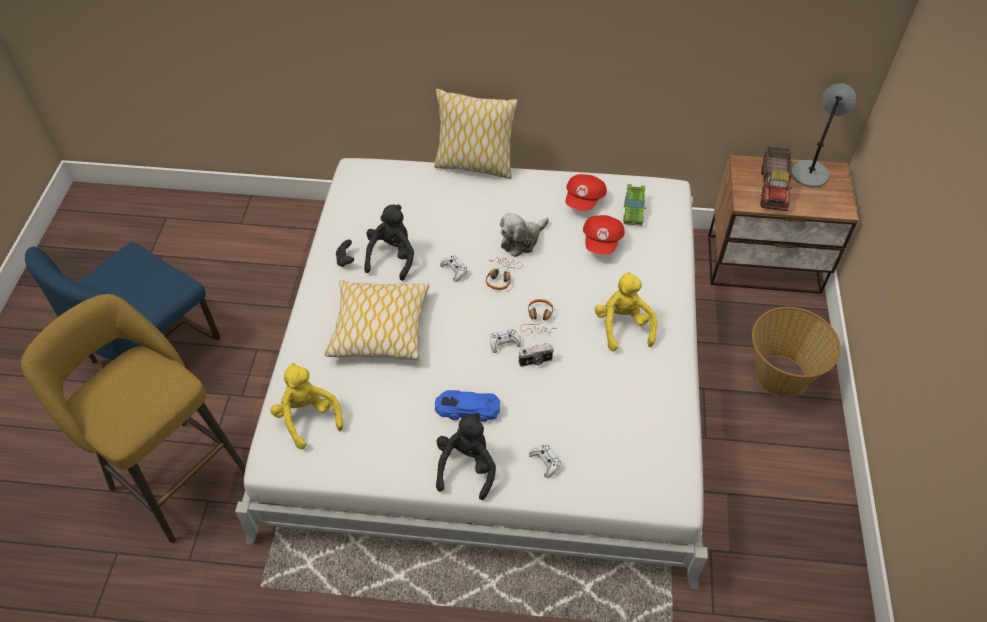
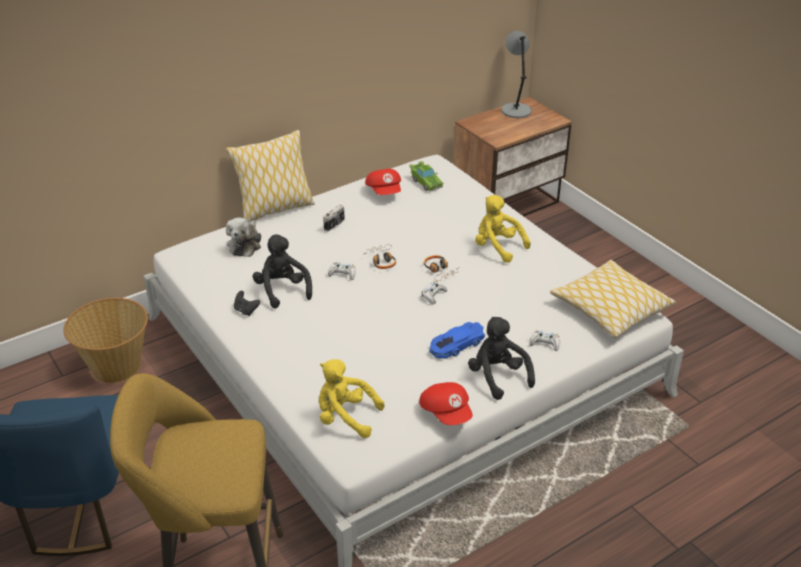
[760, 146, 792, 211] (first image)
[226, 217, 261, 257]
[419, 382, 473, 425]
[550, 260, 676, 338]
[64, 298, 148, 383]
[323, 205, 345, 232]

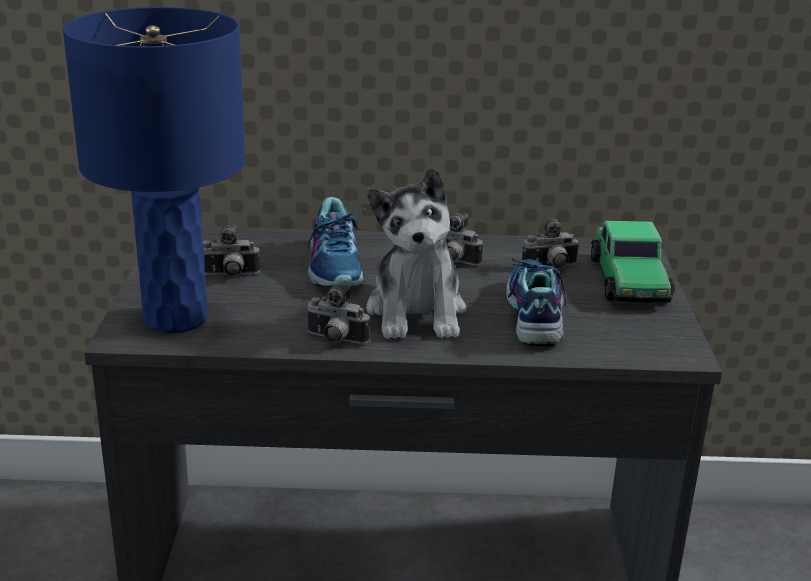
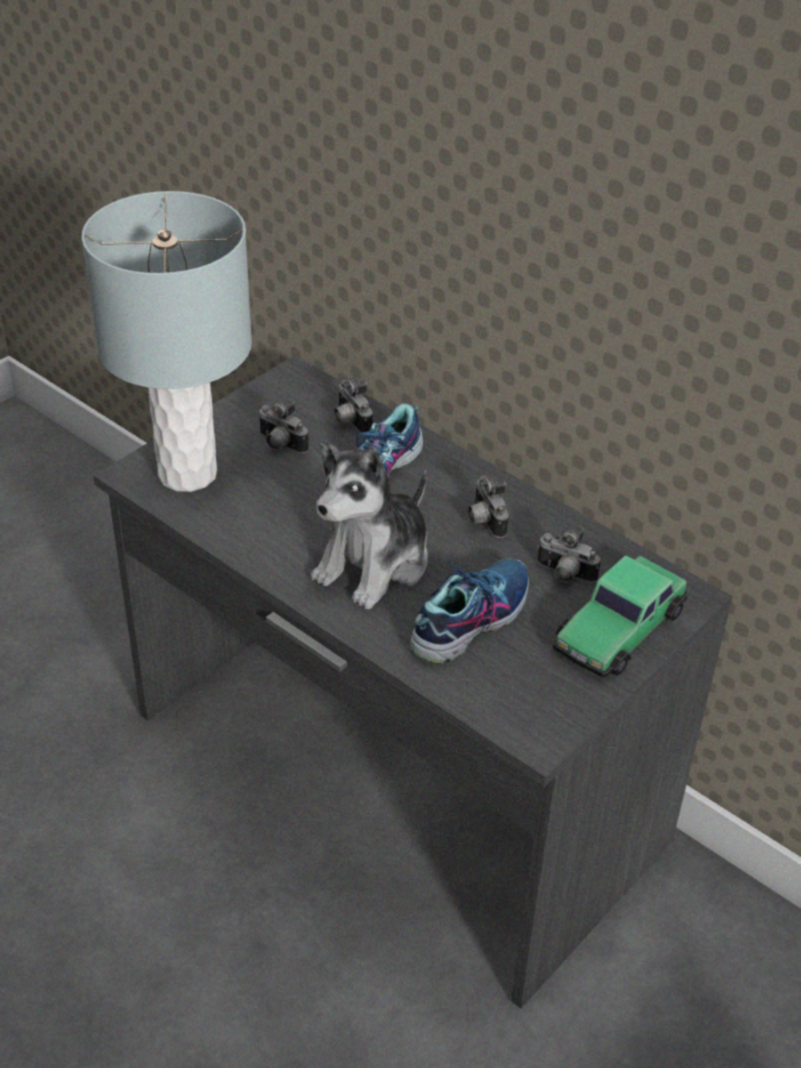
[82, 191, 252, 492]
[334, 377, 373, 433]

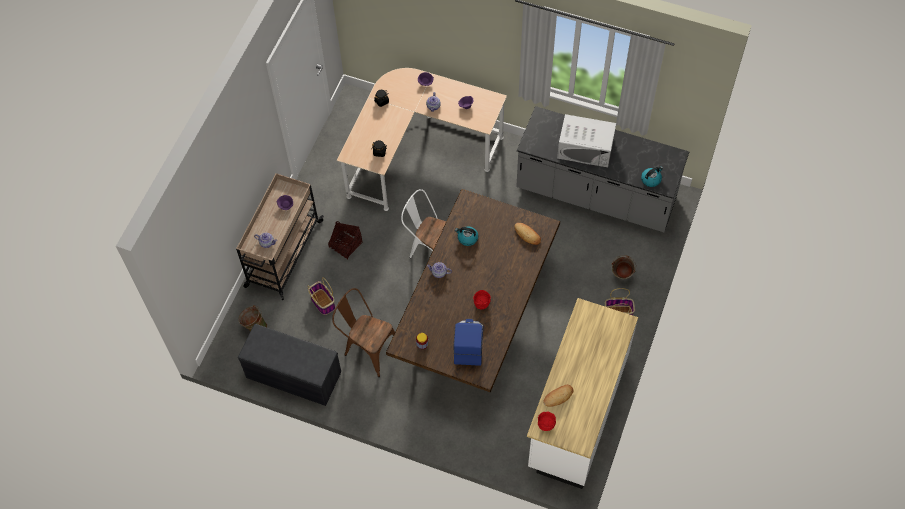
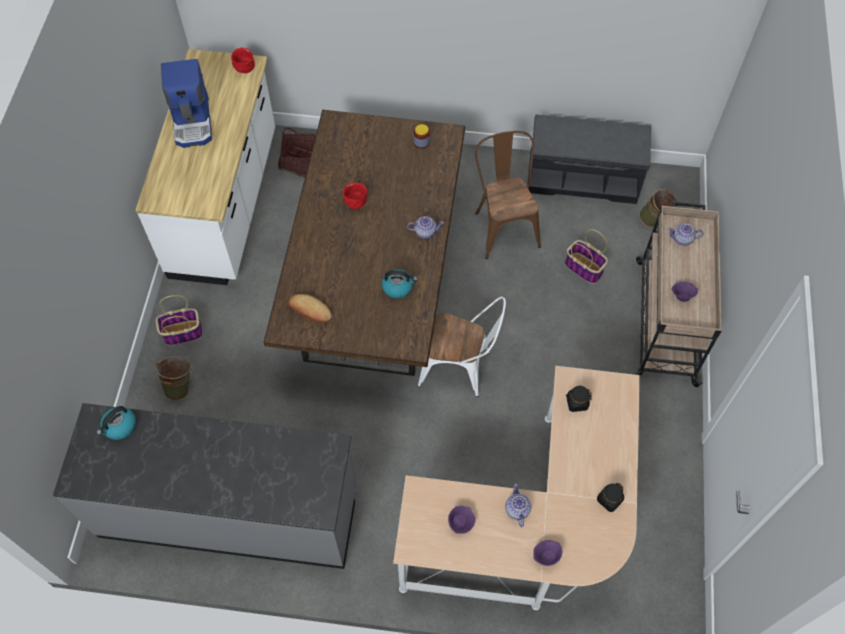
[557, 114, 616, 167] (first image)
[278, 128, 316, 178]
[475, 131, 541, 259]
[161, 59, 212, 148]
[543, 385, 574, 407] (first image)

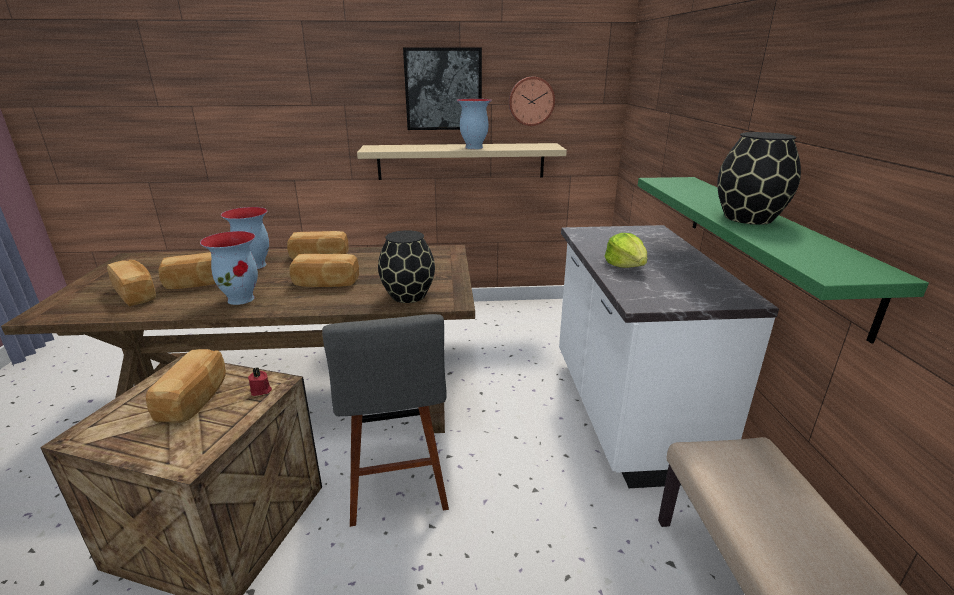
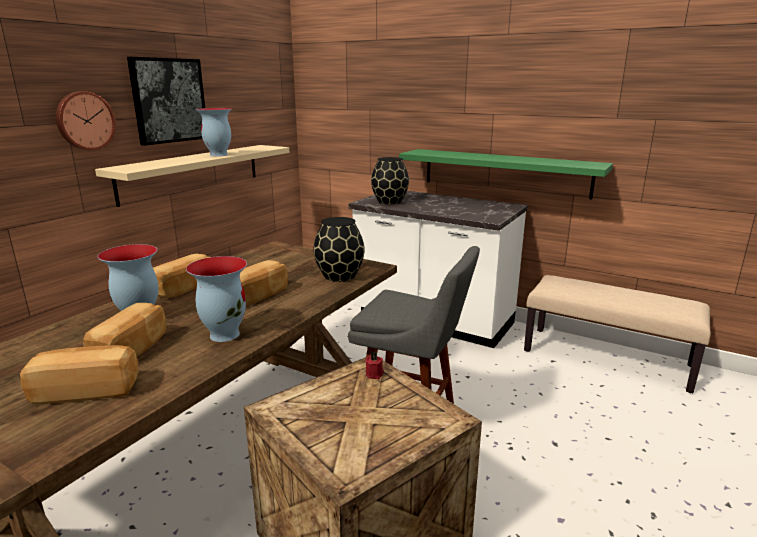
[56, 91, 116, 150]
[371, 157, 409, 204]
[605, 233, 647, 268] (first image)
[146, 349, 226, 423] (first image)

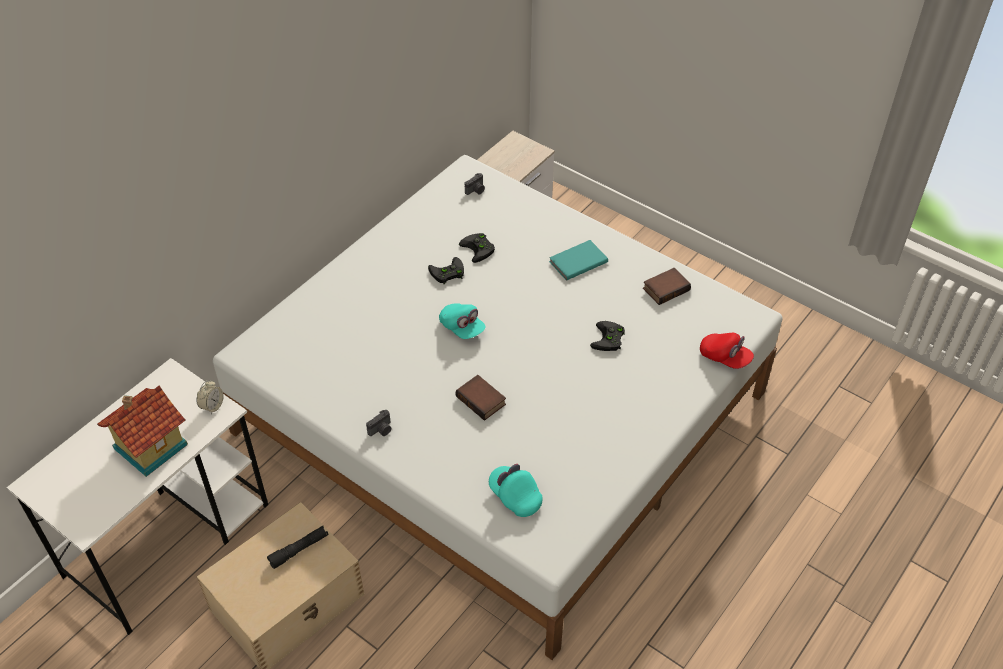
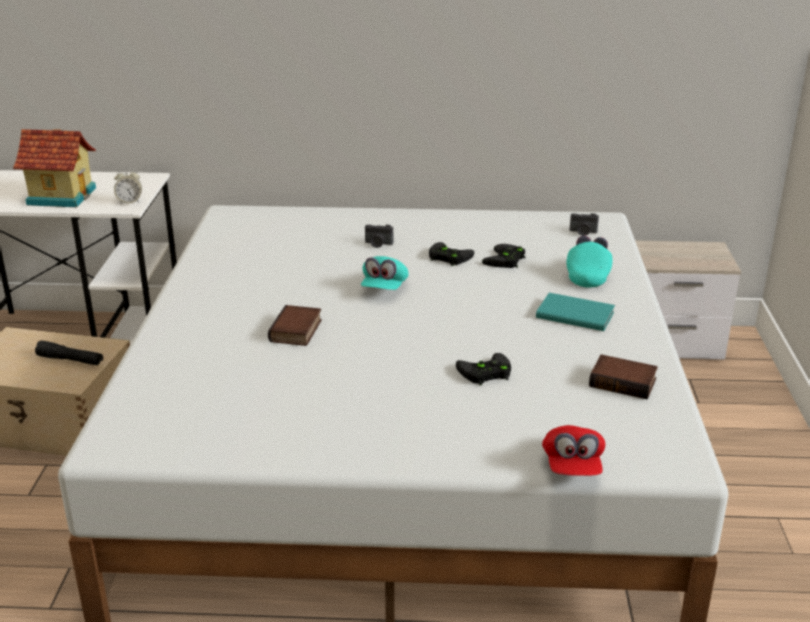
[365, 225, 393, 248]
[567, 236, 612, 288]

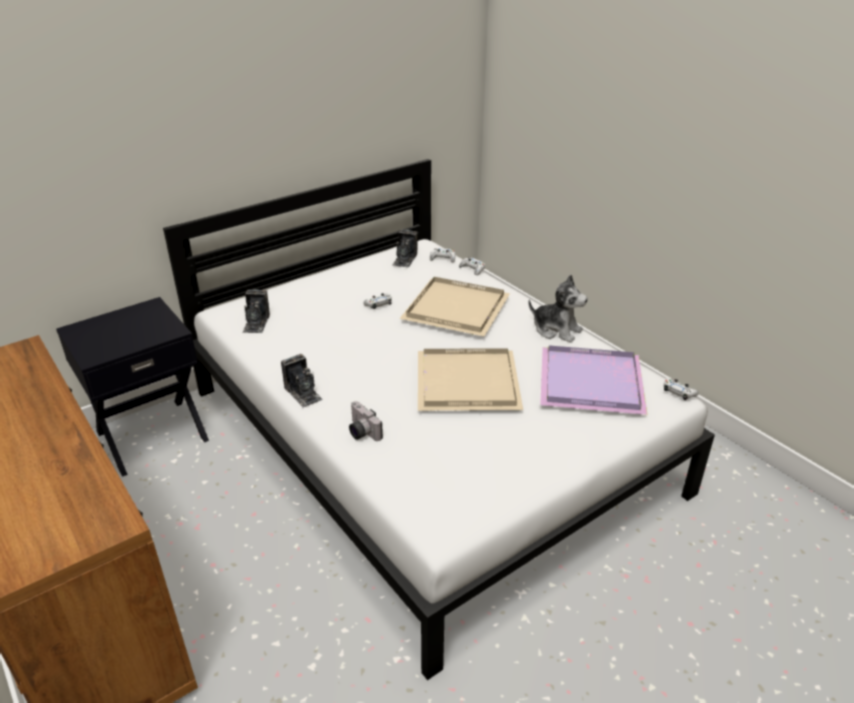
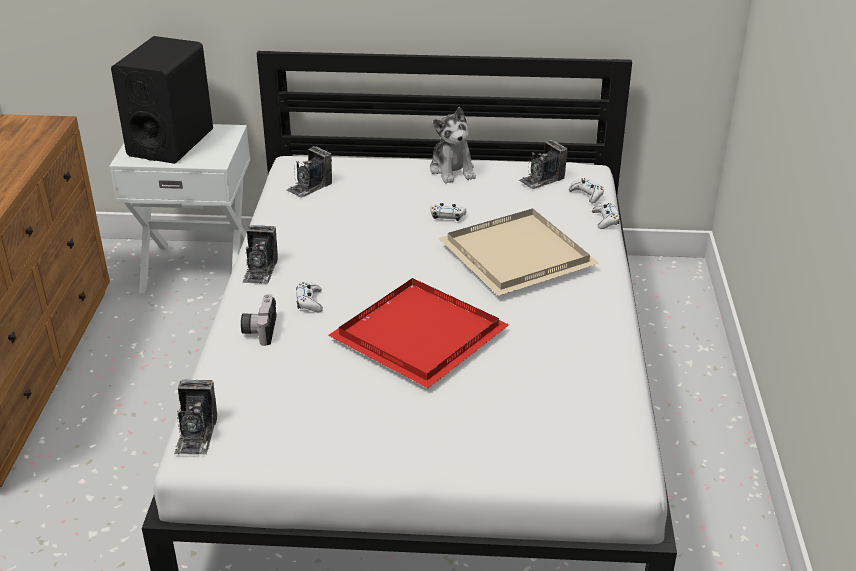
[430, 107, 476, 184]
[109, 124, 250, 293]
[540, 345, 648, 415] (first image)
[328, 278, 509, 388]
[296, 282, 323, 312]
[111, 36, 213, 164]
[174, 380, 217, 455]

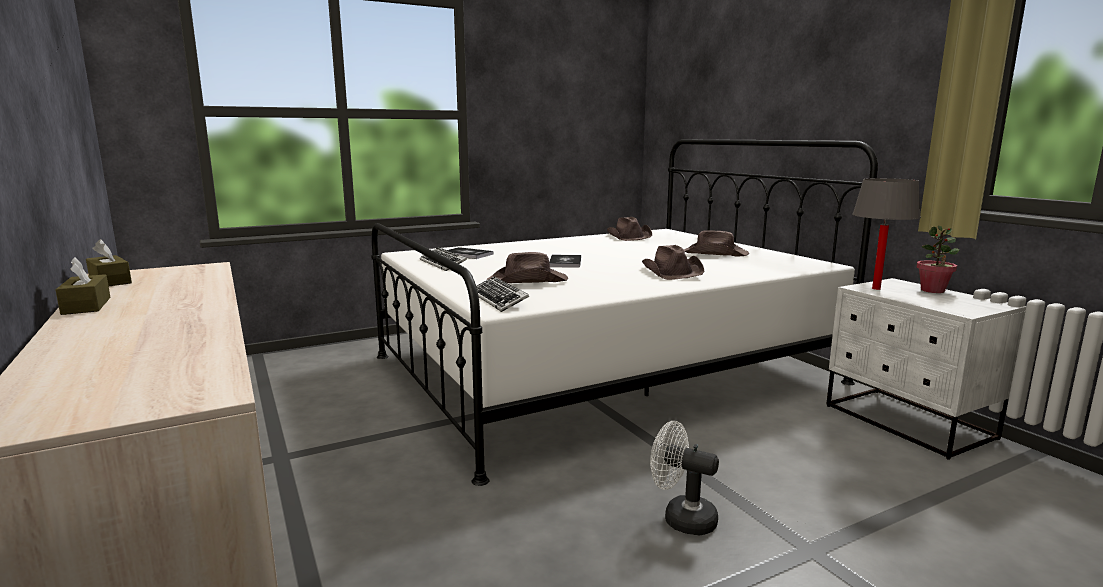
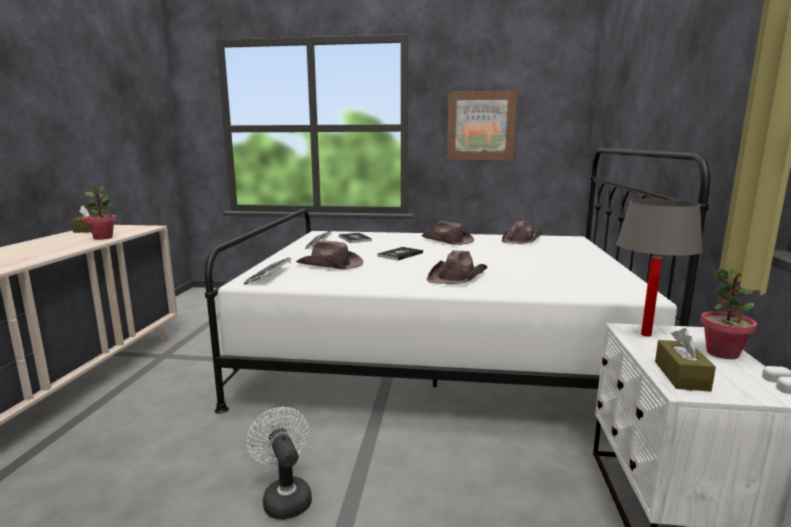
[421, 221, 474, 245]
[655, 328, 716, 392]
[447, 90, 517, 160]
[84, 186, 116, 240]

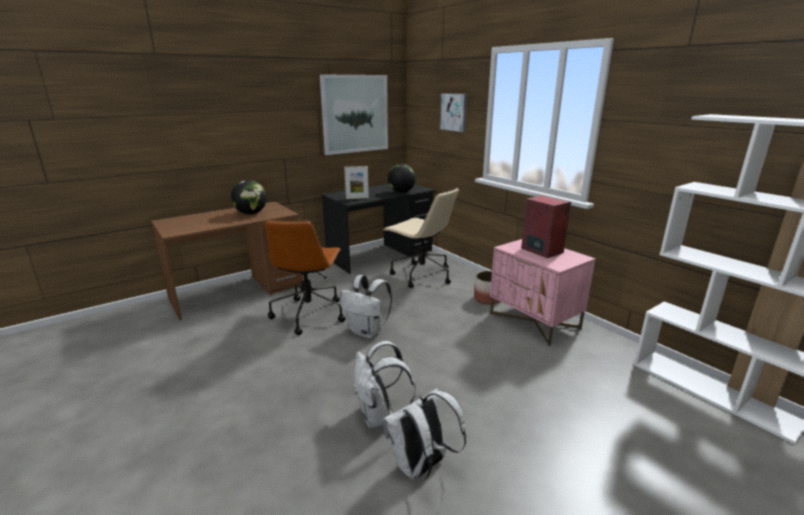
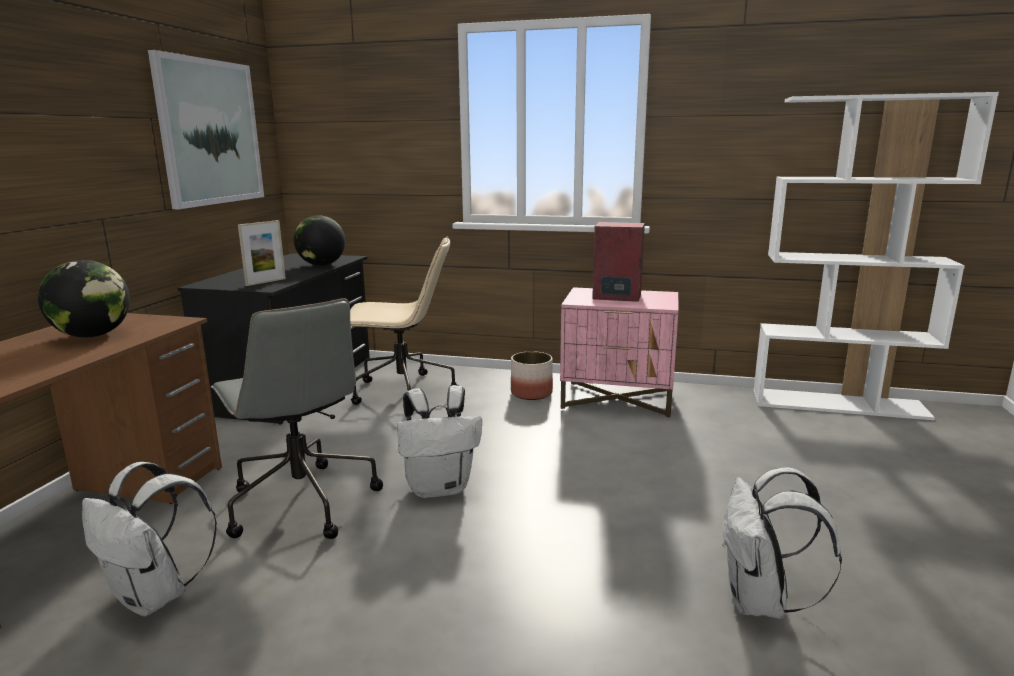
[439, 93, 468, 133] (first image)
[211, 298, 383, 539]
[82, 462, 217, 616]

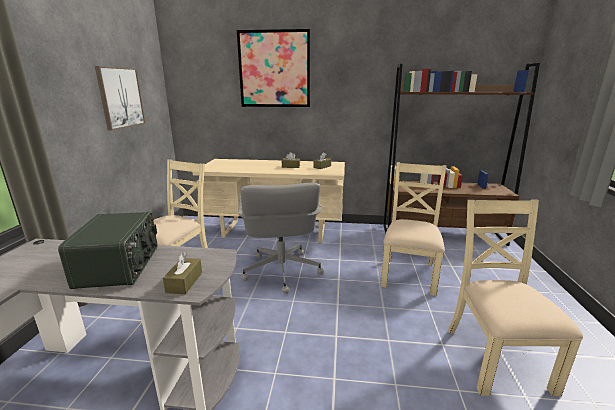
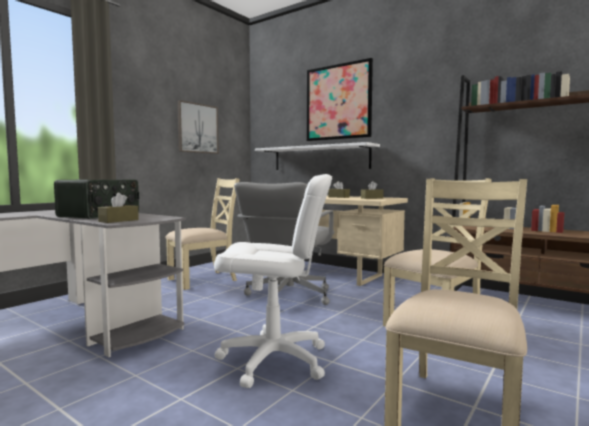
[255, 142, 380, 170]
[214, 174, 332, 388]

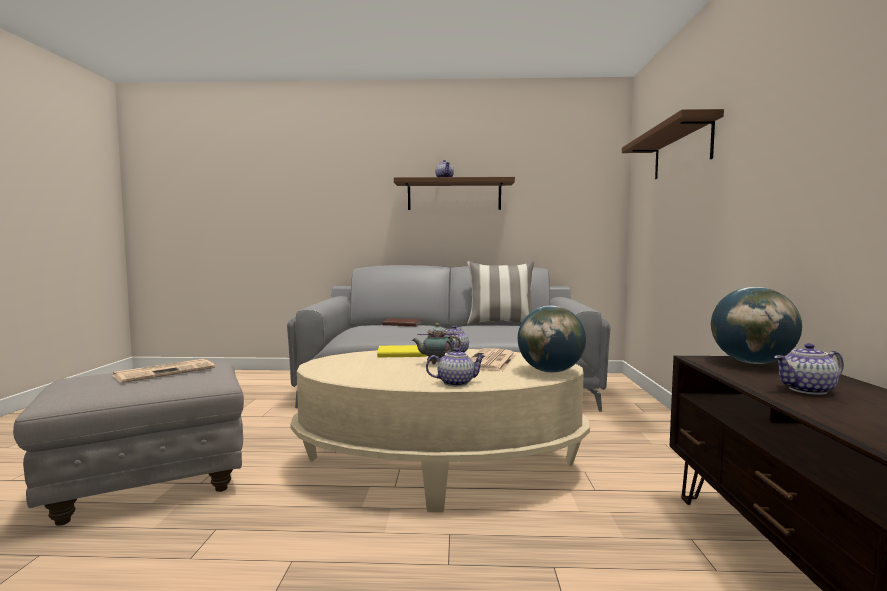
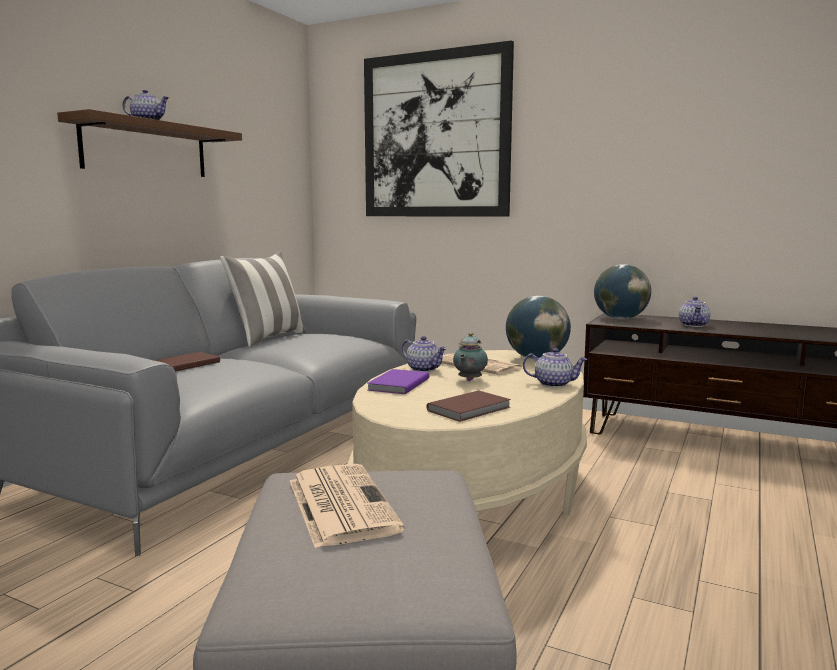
[364, 40, 514, 216]
[367, 369, 429, 394]
[523, 348, 588, 388]
[427, 390, 511, 422]

